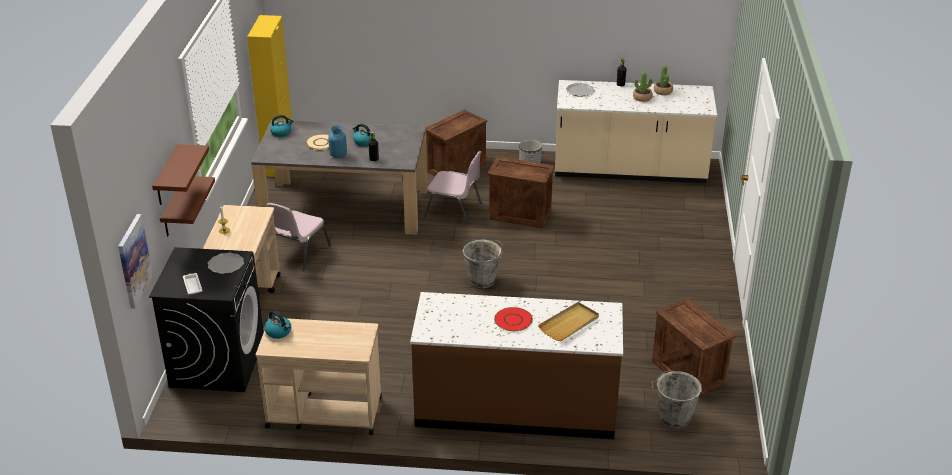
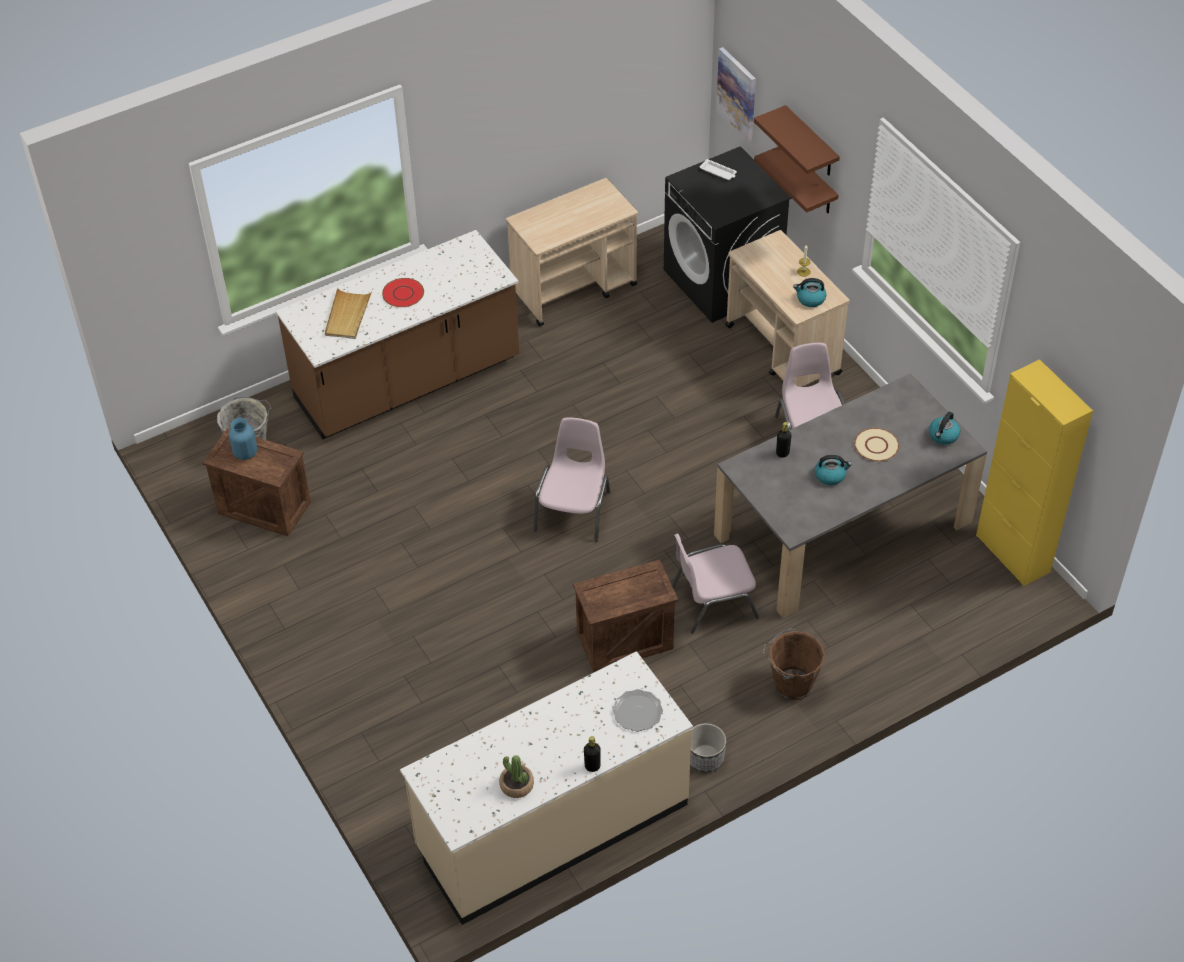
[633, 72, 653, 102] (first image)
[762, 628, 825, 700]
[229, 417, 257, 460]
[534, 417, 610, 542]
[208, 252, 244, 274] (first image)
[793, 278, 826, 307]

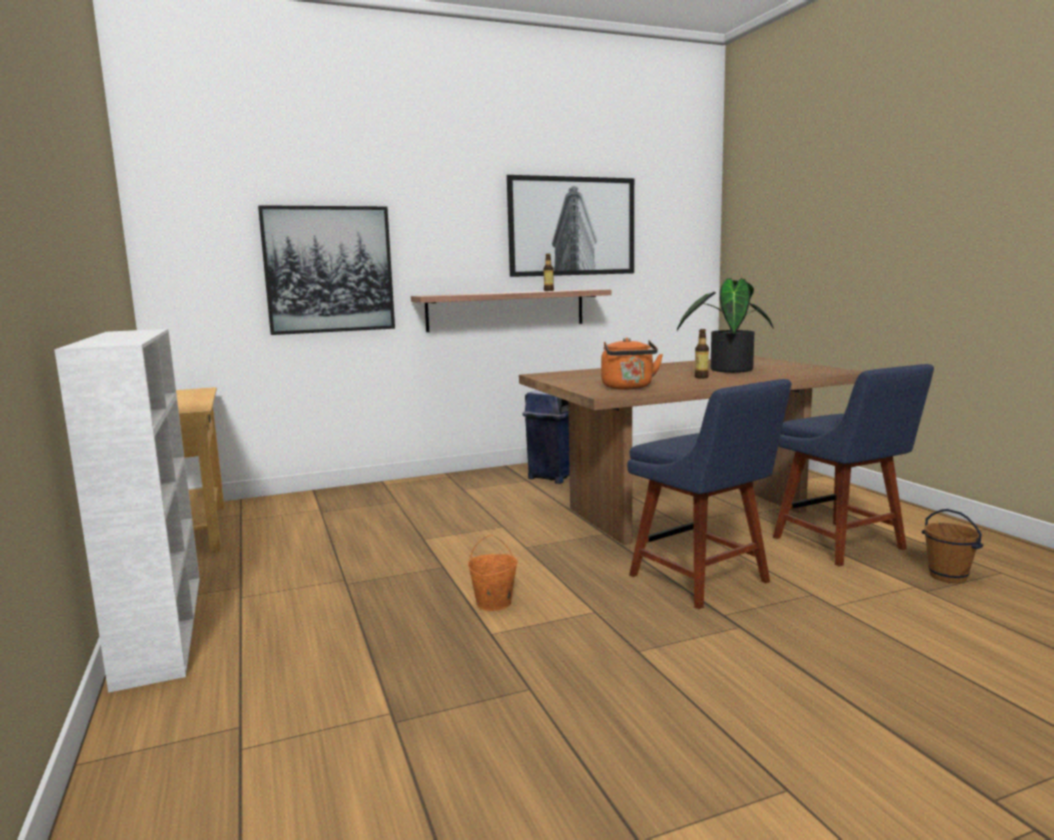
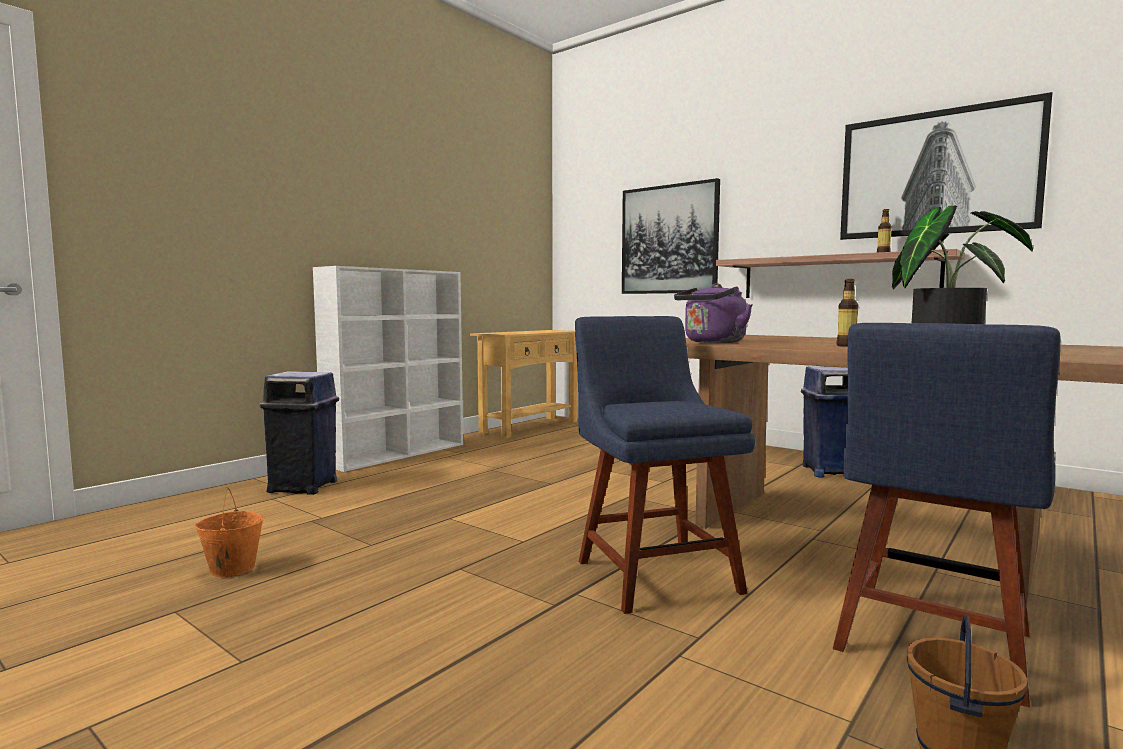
[674, 283, 752, 343]
[575, 316, 755, 614]
[195, 487, 264, 577]
[260, 371, 339, 495]

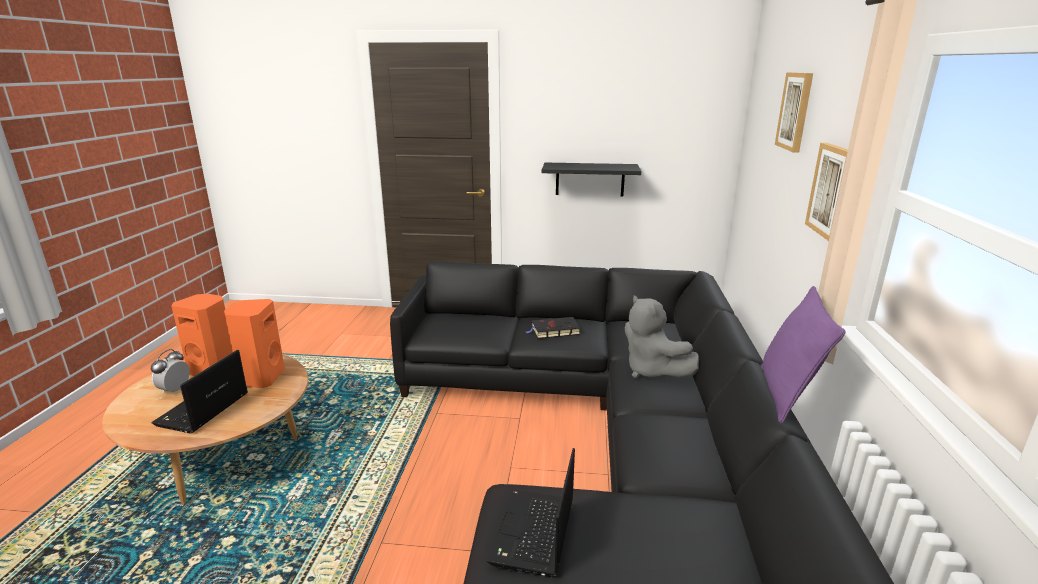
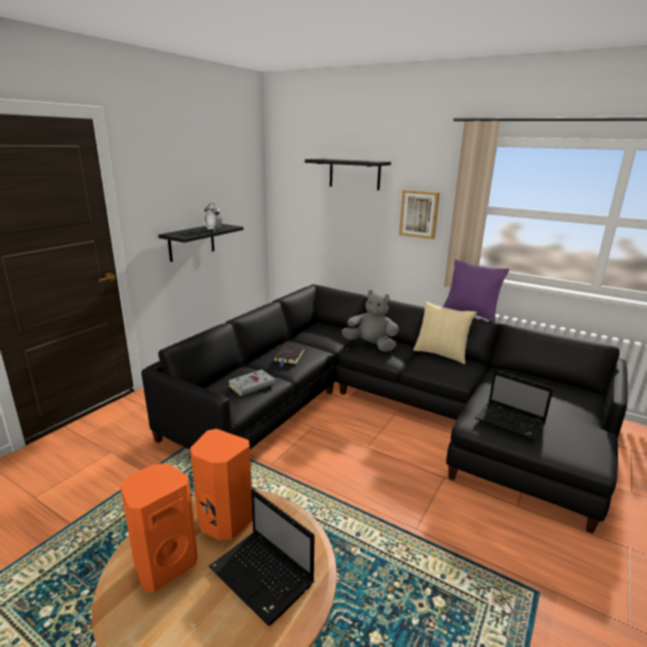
[305, 159, 391, 190]
[341, 290, 399, 352]
[204, 203, 222, 231]
[413, 301, 477, 364]
[228, 369, 276, 396]

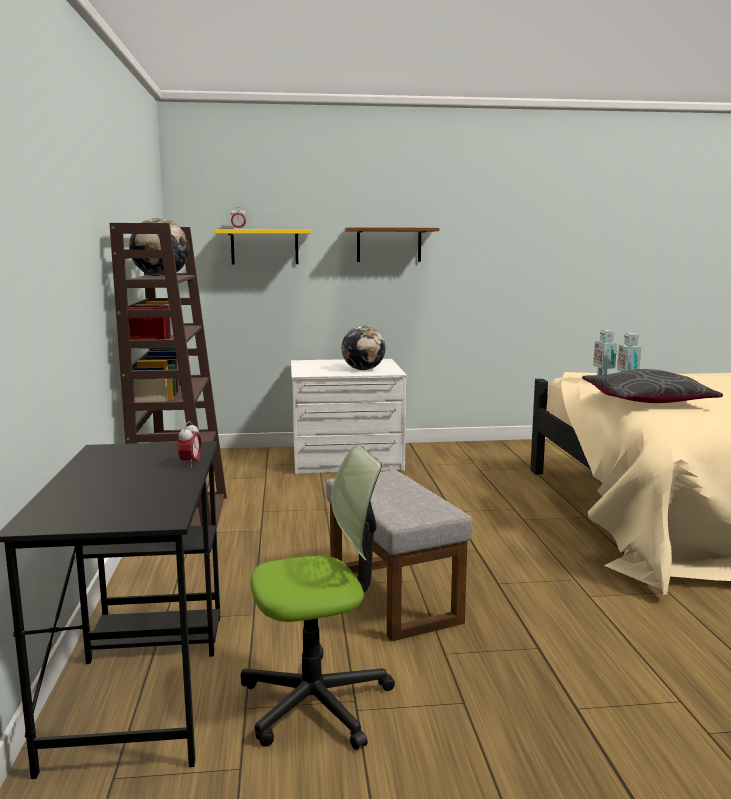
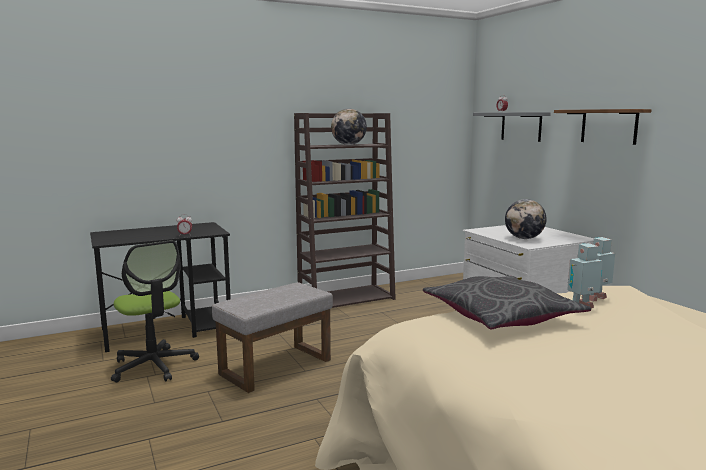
[473, 112, 551, 142]

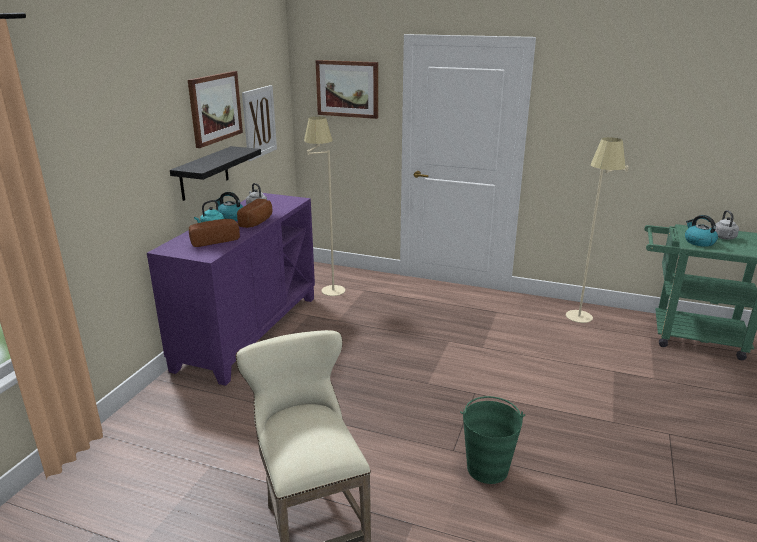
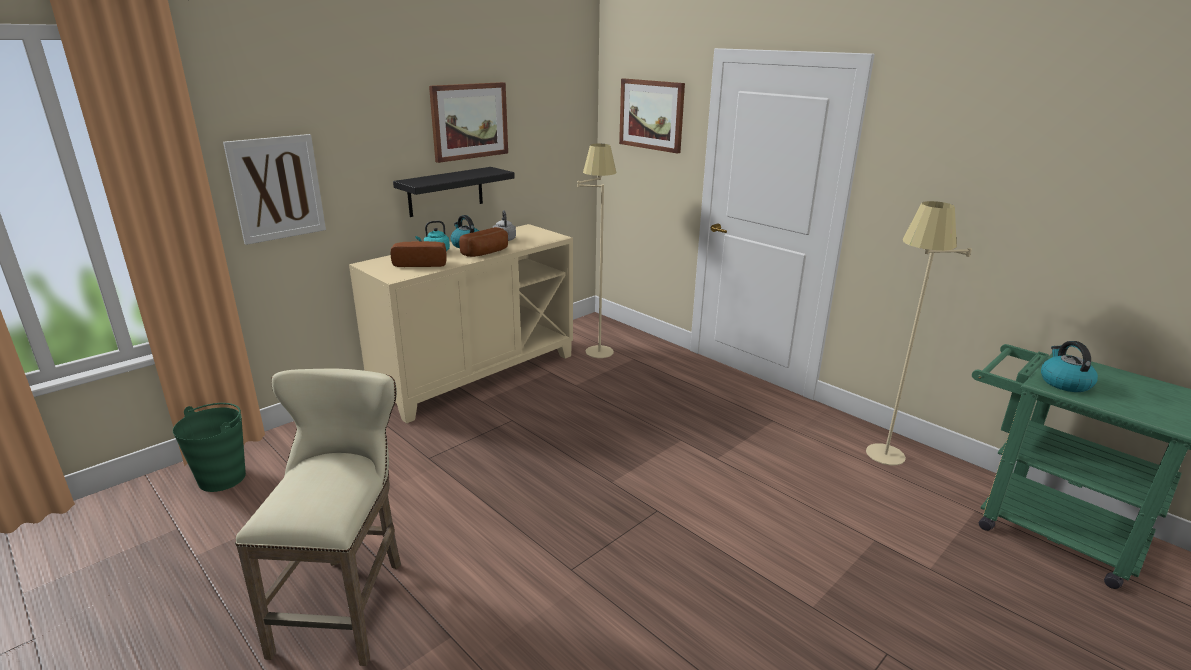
[223, 134, 326, 245]
[349, 224, 573, 424]
[715, 210, 739, 240] (first image)
[173, 403, 246, 492]

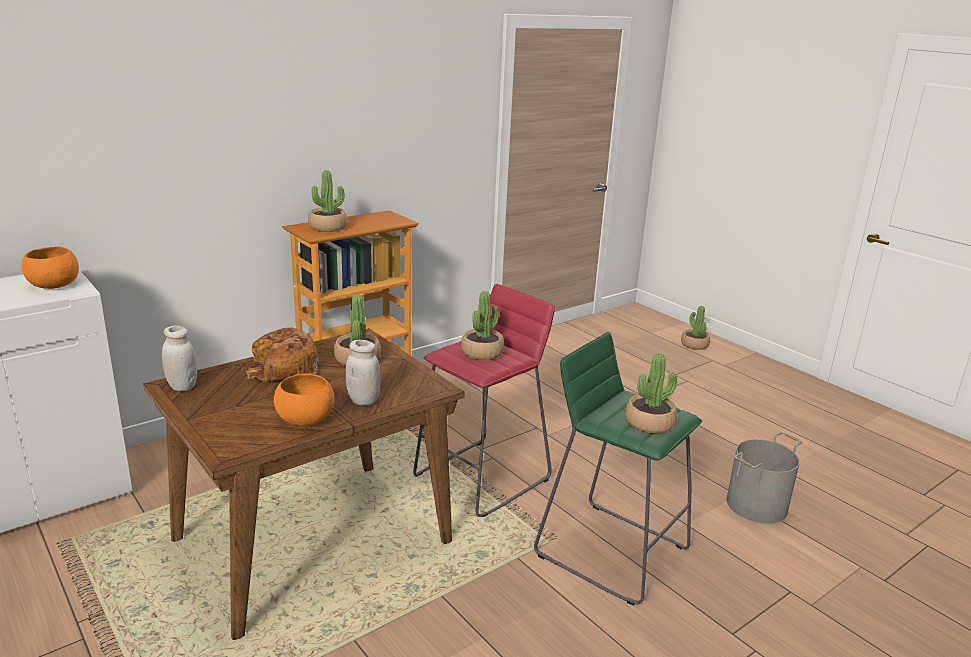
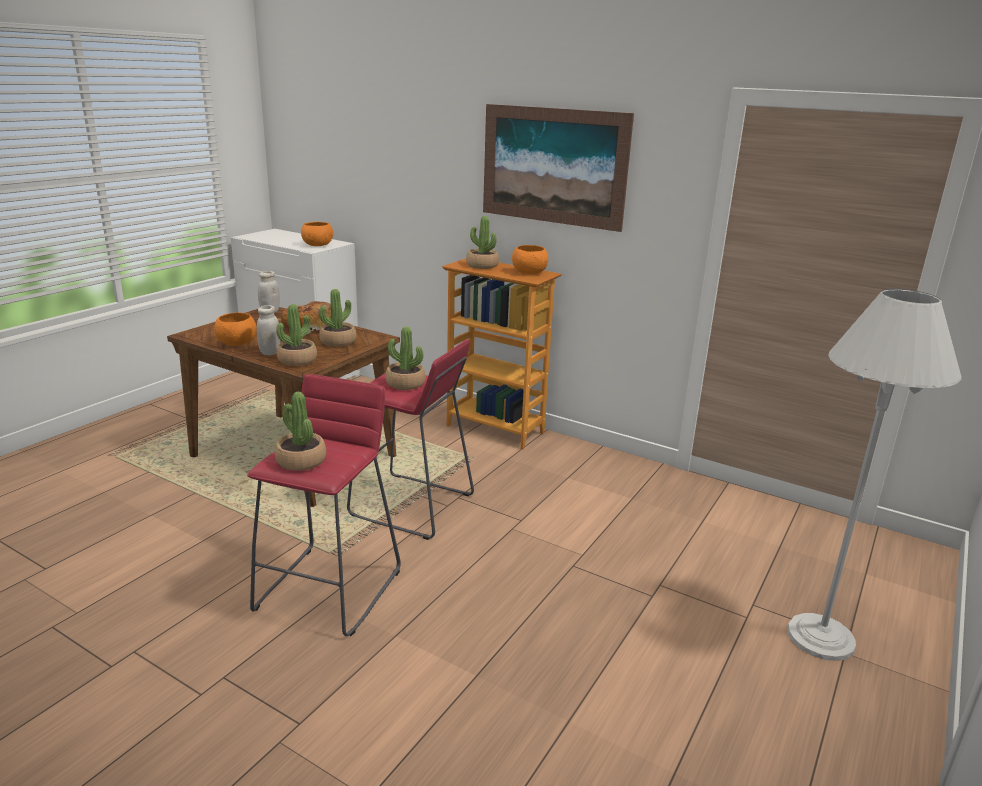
[276, 304, 317, 366]
[247, 374, 401, 636]
[726, 432, 802, 524] (first image)
[483, 104, 634, 232]
[512, 245, 548, 274]
[787, 289, 962, 661]

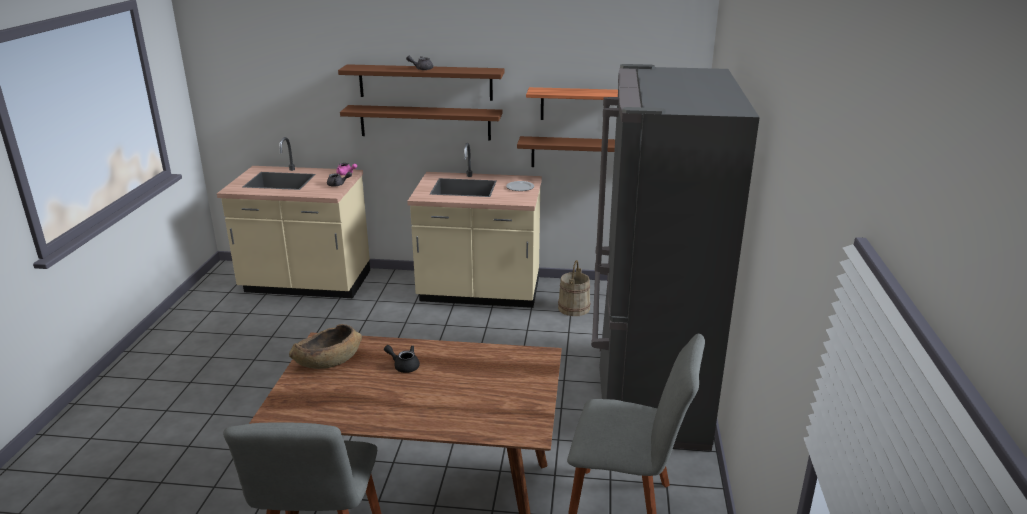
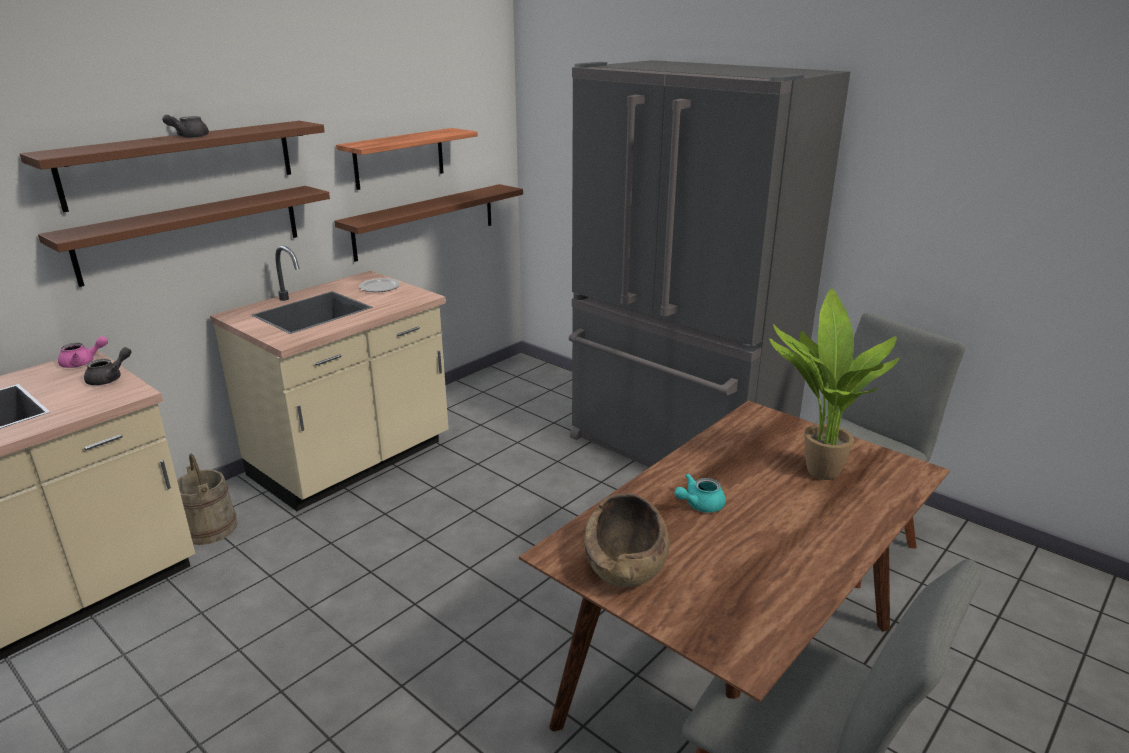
[177, 453, 237, 545]
[674, 473, 726, 513]
[769, 289, 899, 480]

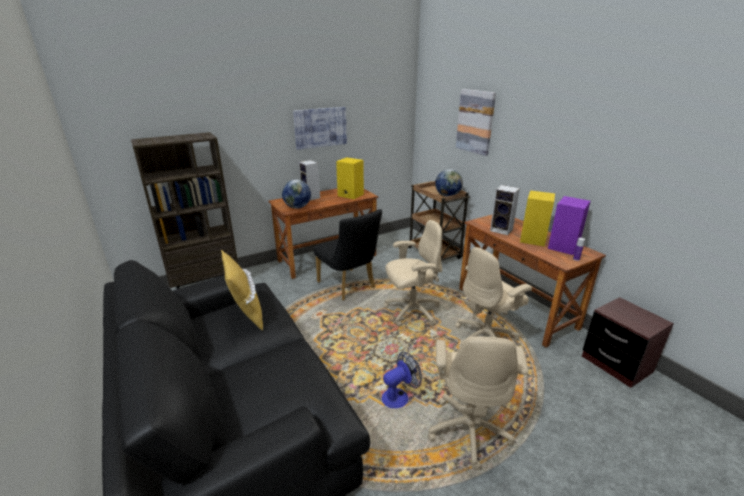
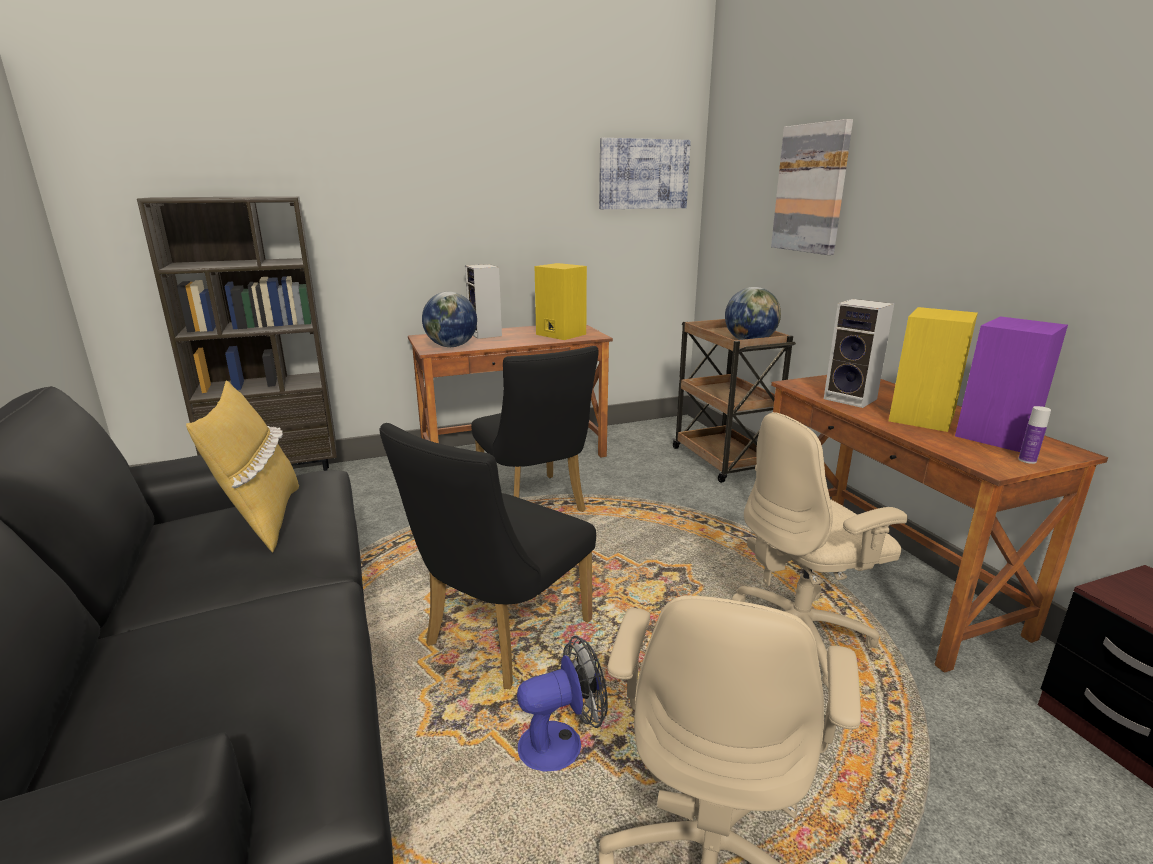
[599, 138, 691, 209]
[384, 220, 442, 327] (first image)
[379, 423, 596, 689]

